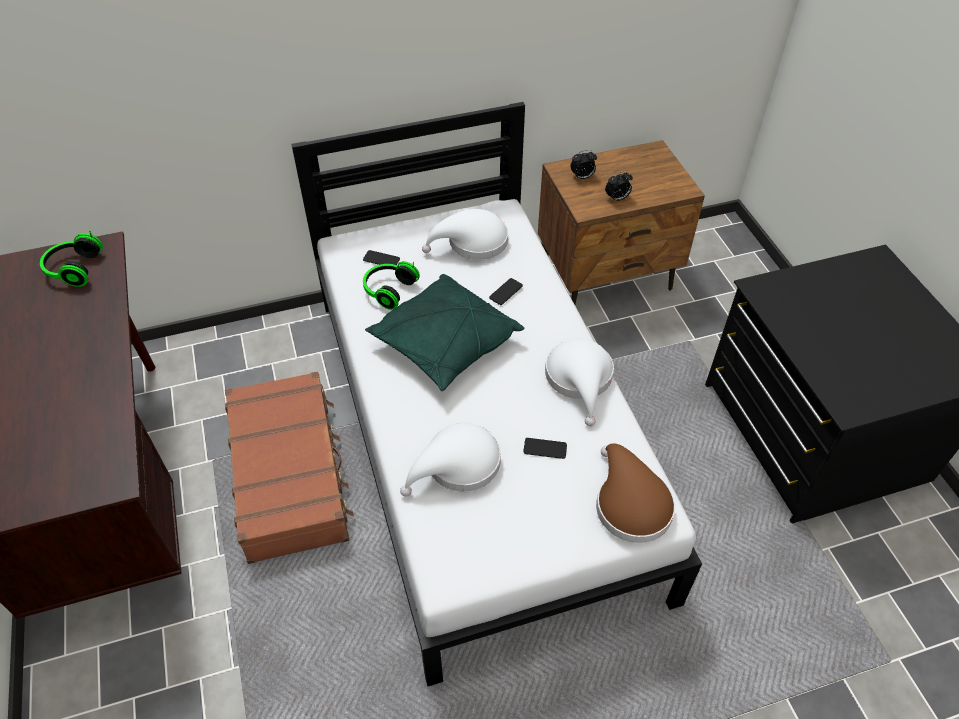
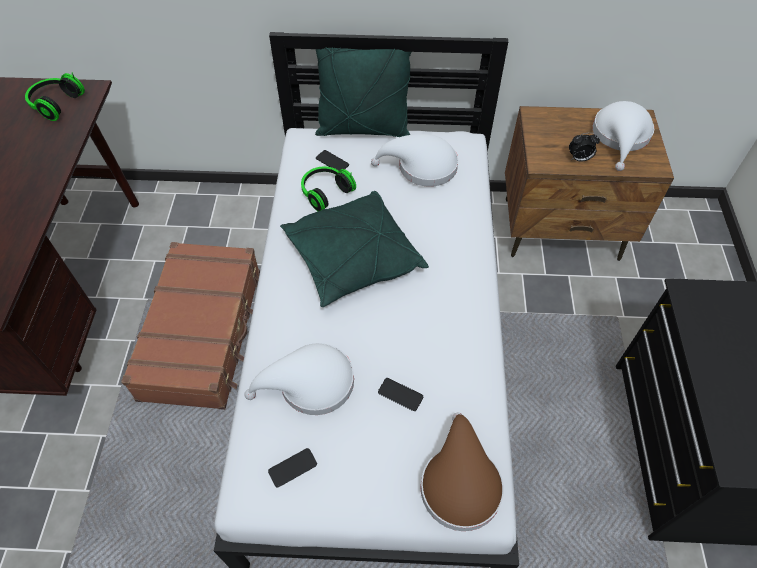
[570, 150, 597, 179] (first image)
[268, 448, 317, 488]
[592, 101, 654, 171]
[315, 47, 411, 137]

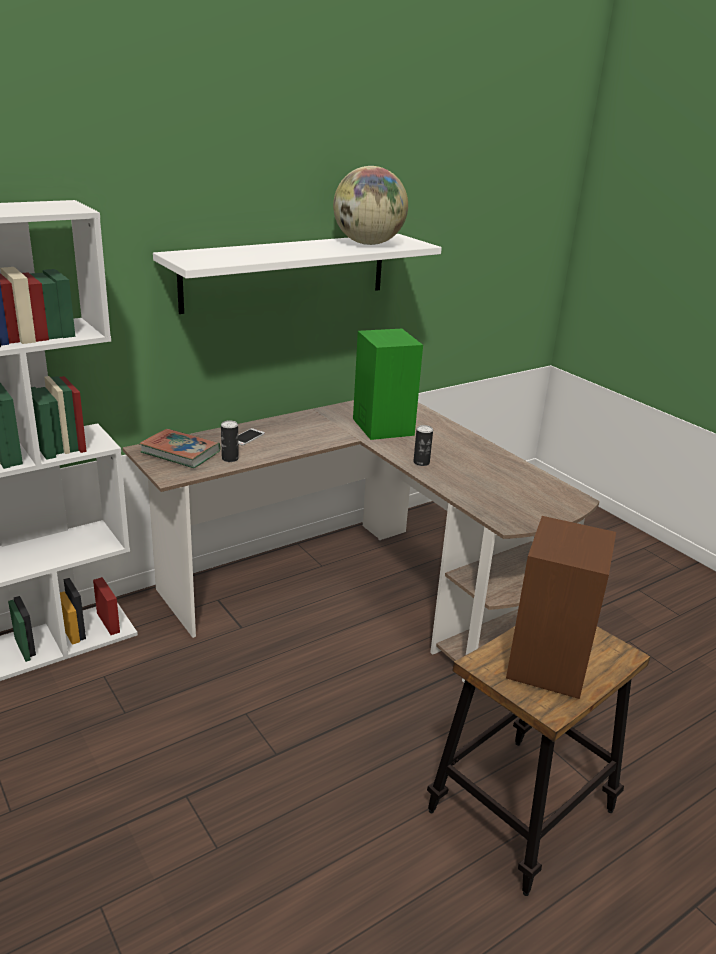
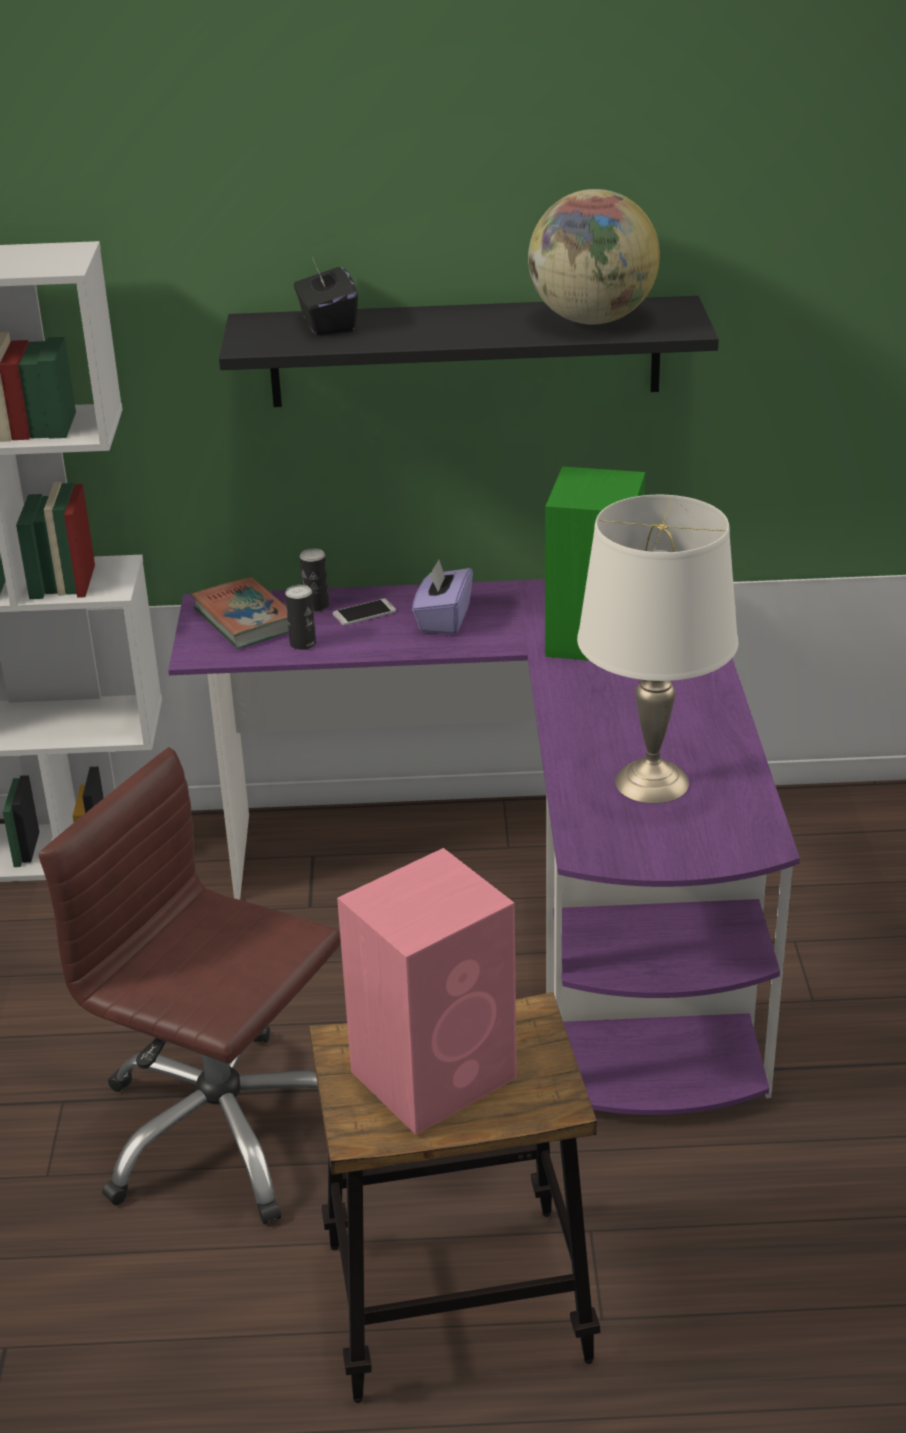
[219, 296, 719, 407]
[168, 579, 800, 1115]
[300, 548, 329, 612]
[337, 848, 517, 1135]
[294, 257, 358, 336]
[577, 495, 739, 803]
[412, 559, 473, 635]
[39, 747, 341, 1225]

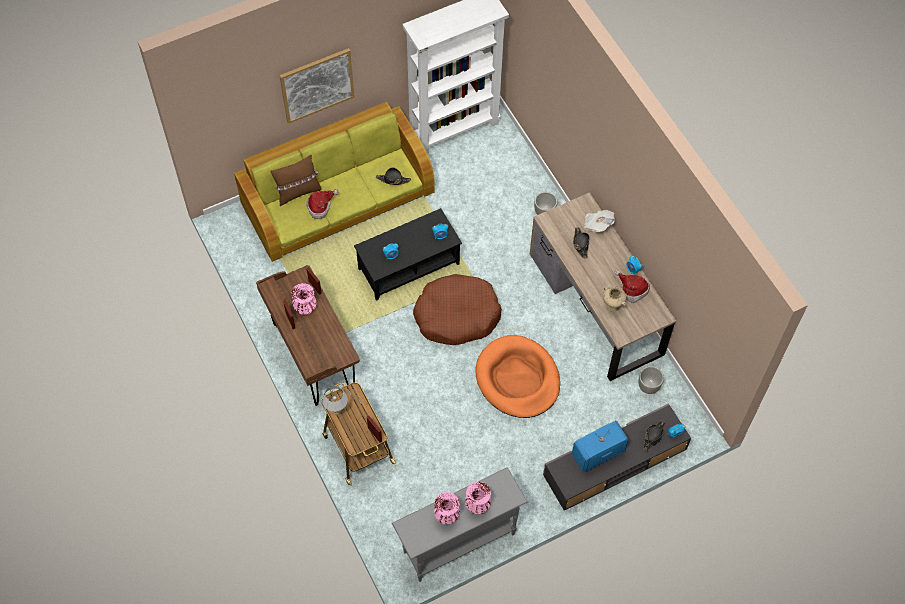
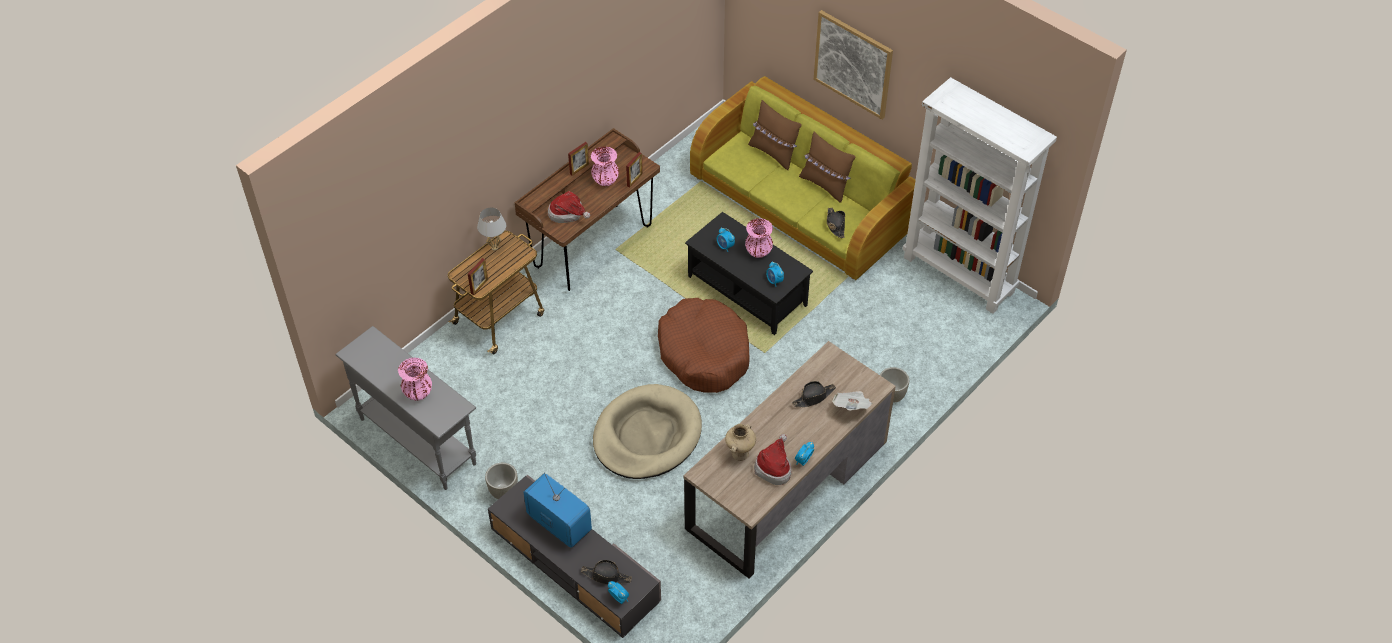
[548, 191, 590, 223]
[593, 384, 702, 479]
[485, 463, 518, 499]
[745, 218, 773, 258]
[799, 131, 855, 203]

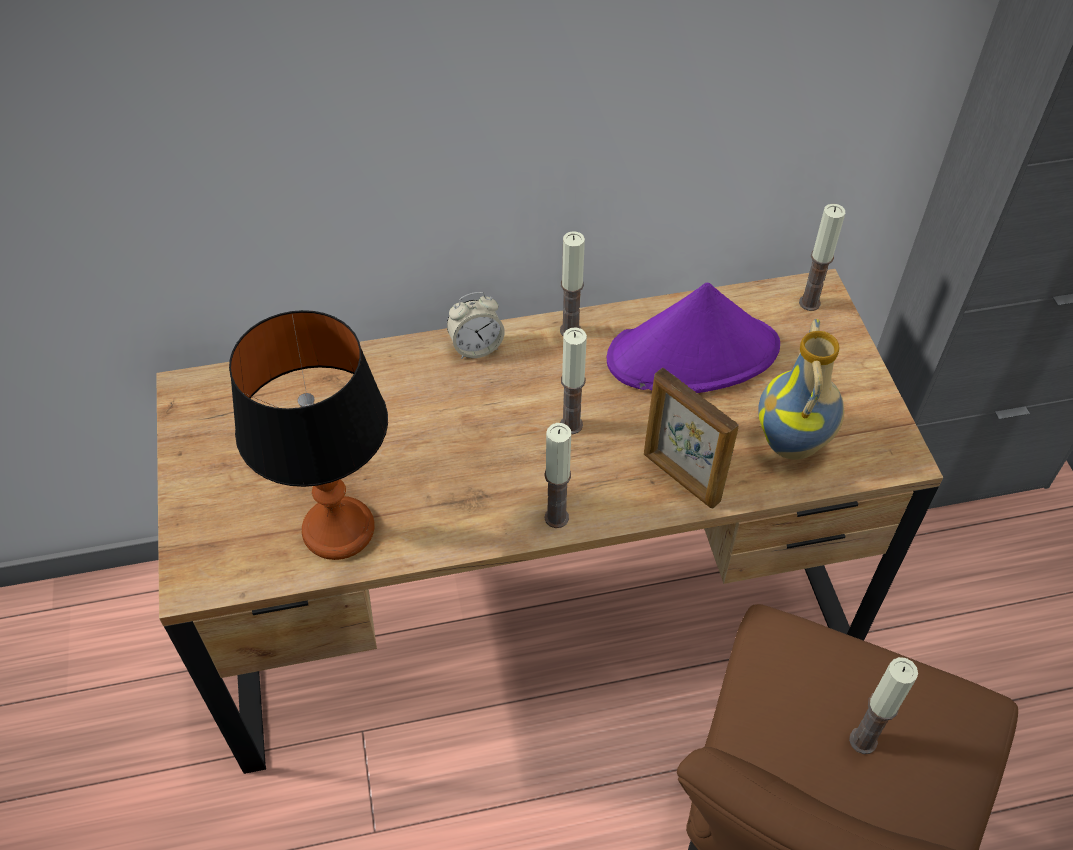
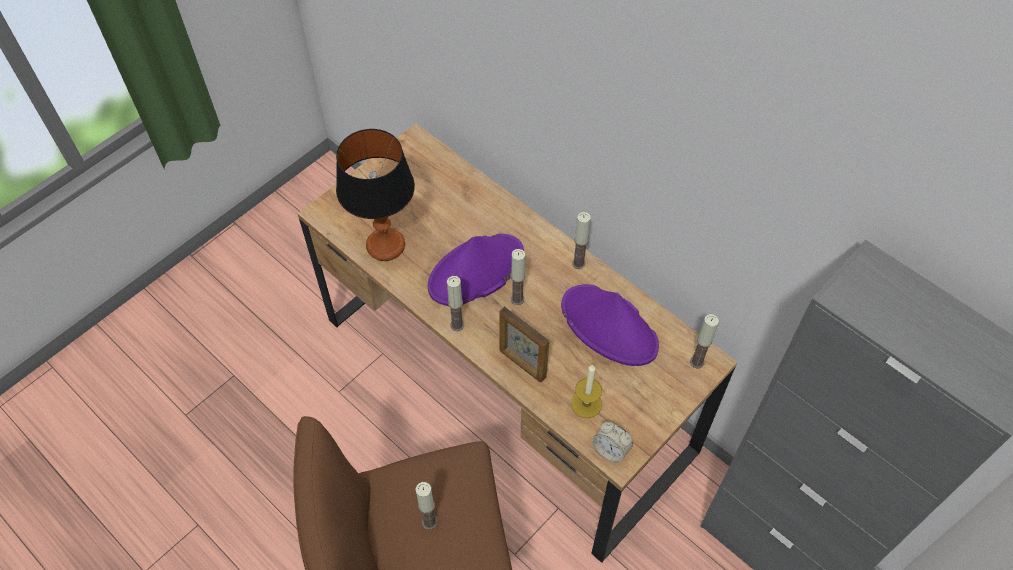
[592, 422, 633, 463]
[571, 364, 602, 418]
[499, 306, 549, 382]
[428, 233, 524, 306]

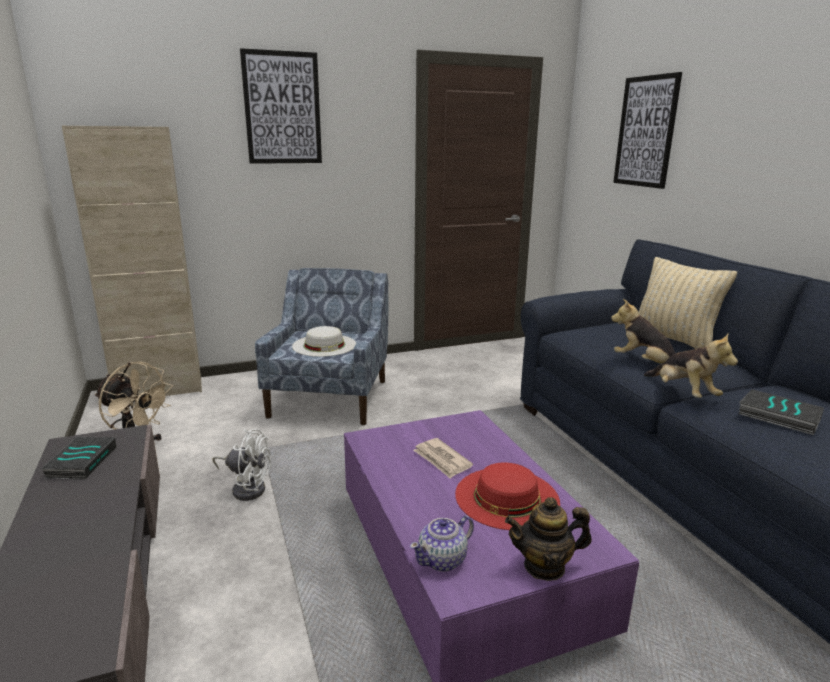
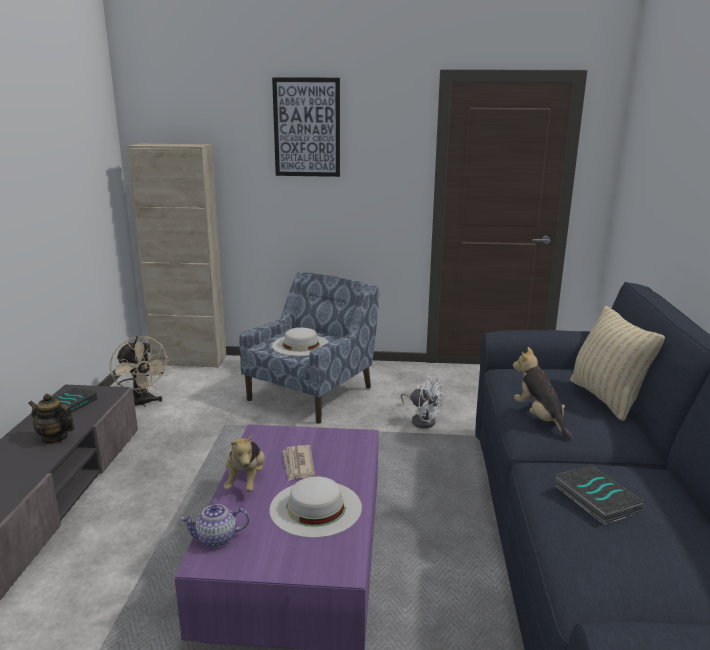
[613, 72, 682, 189] (first image)
[224, 433, 265, 492]
[401, 376, 443, 428]
[270, 476, 362, 538]
[28, 394, 75, 444]

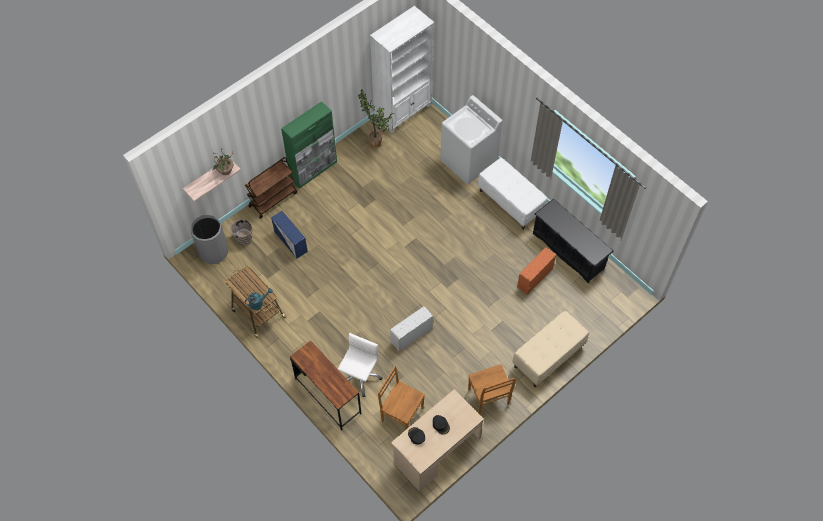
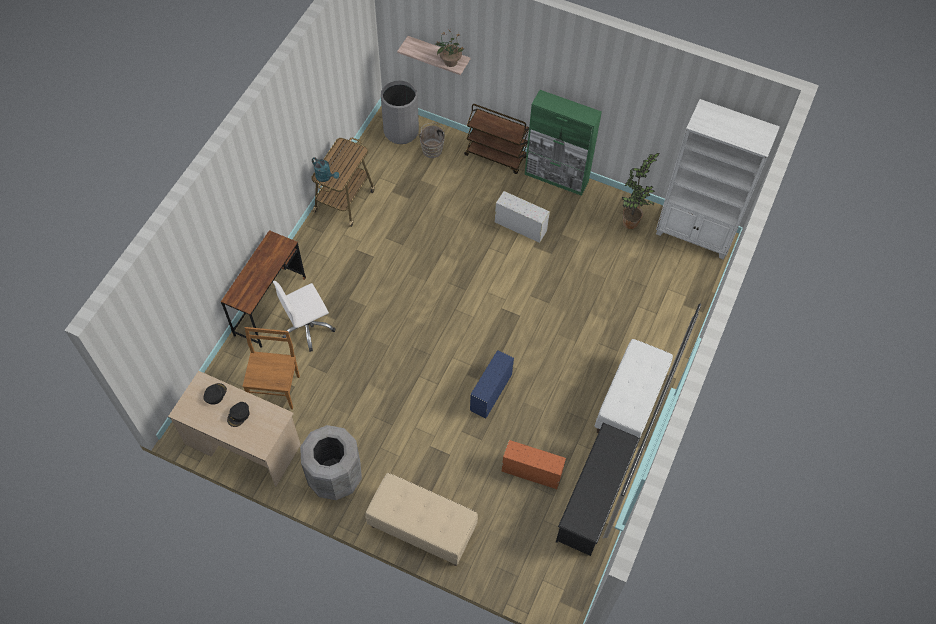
[440, 95, 502, 184] (first image)
[470, 350, 514, 418]
[495, 191, 550, 243]
[273, 281, 336, 352]
[300, 425, 362, 500]

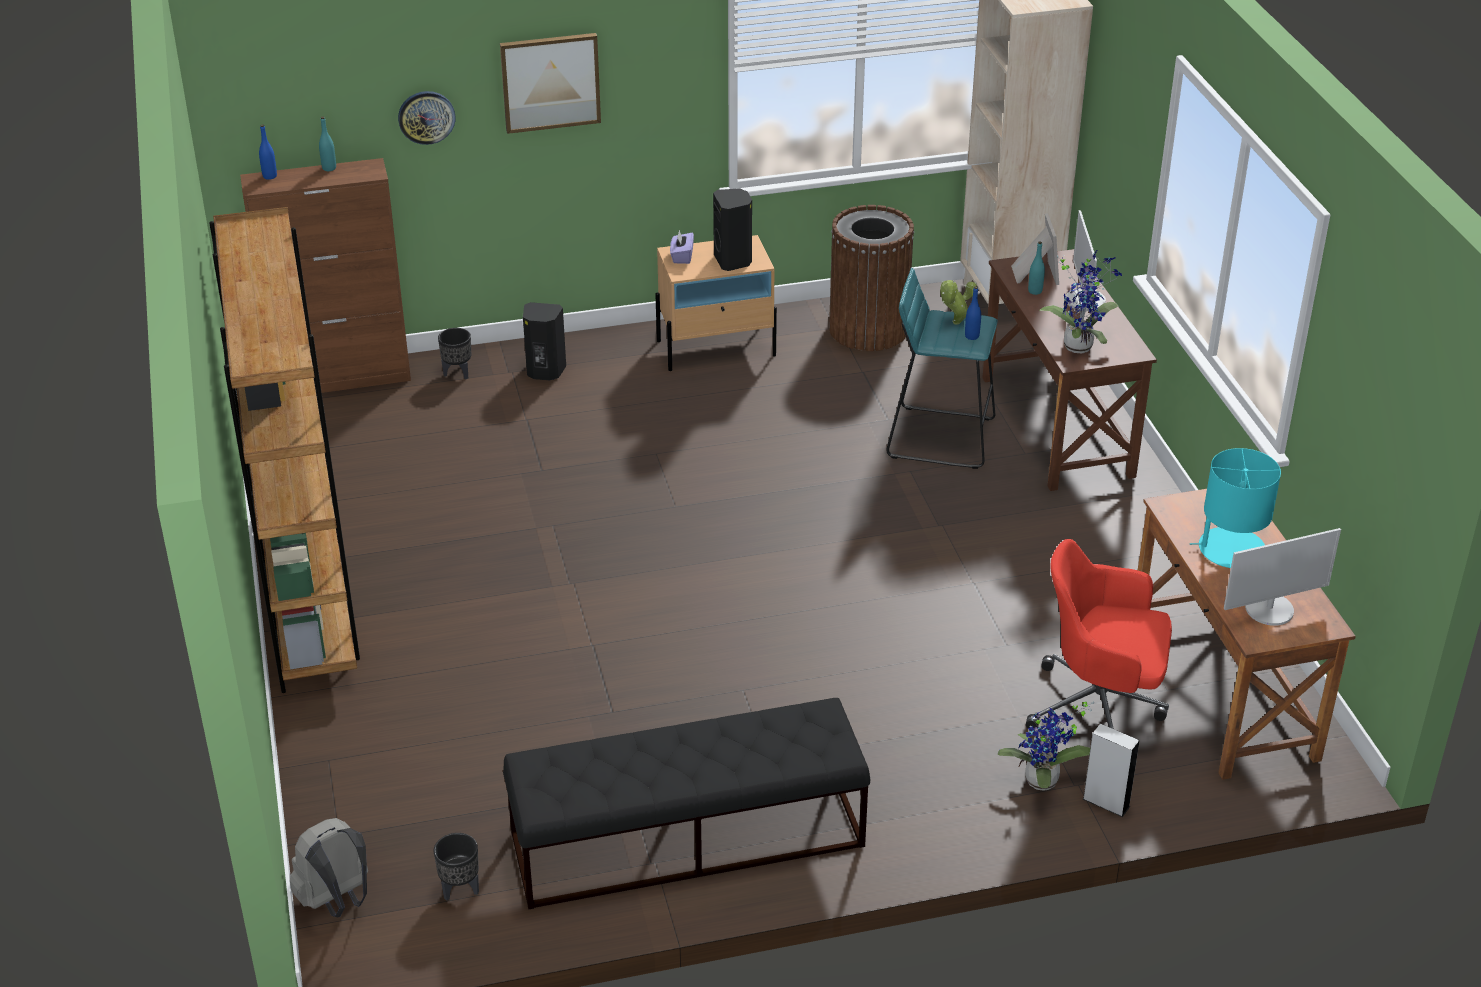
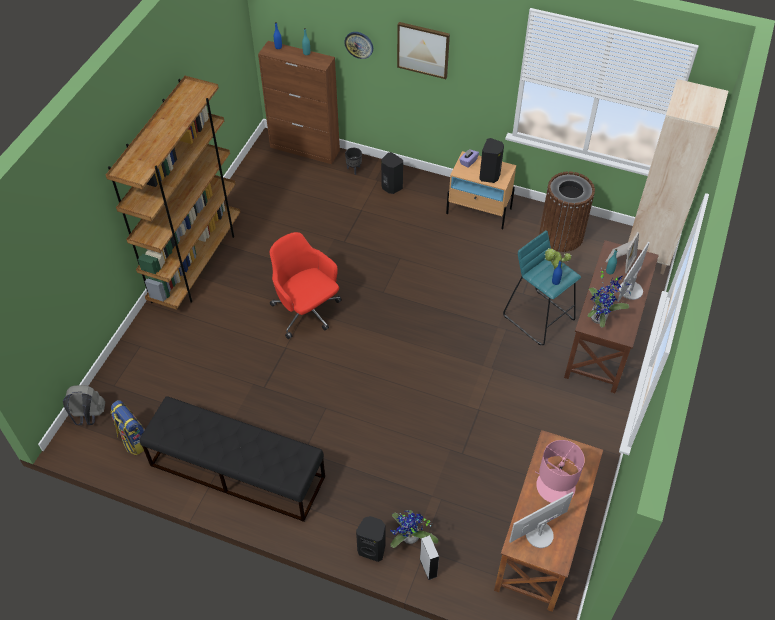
[535, 440, 585, 503]
[509, 492, 573, 548]
[270, 232, 342, 339]
[110, 400, 145, 455]
[356, 516, 385, 562]

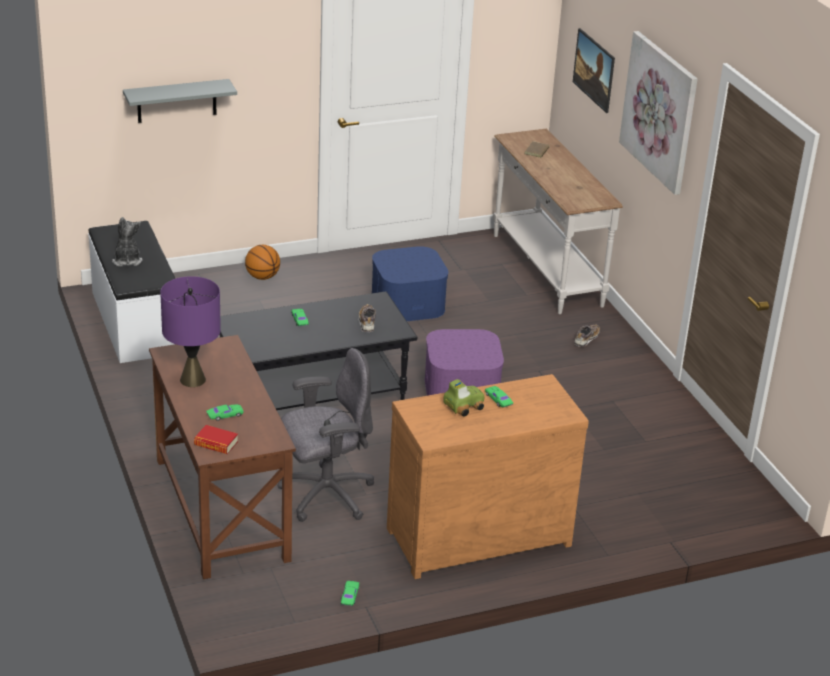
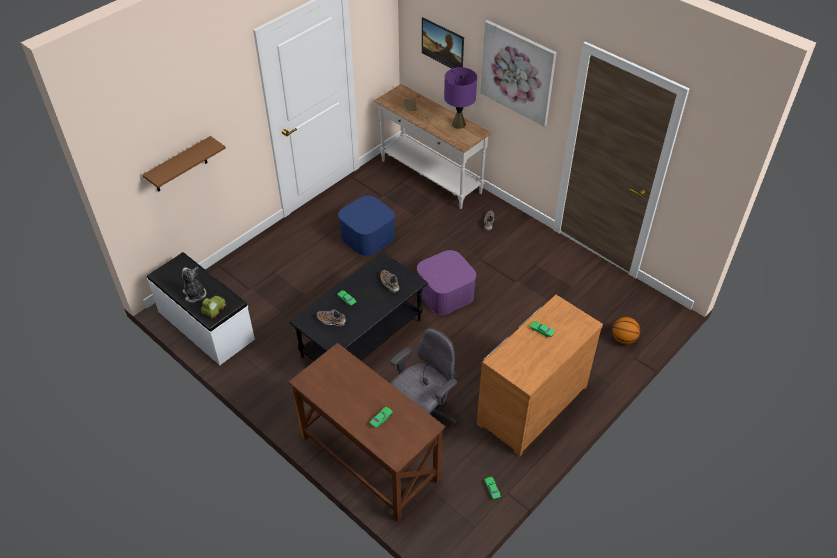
[143, 136, 226, 192]
[612, 317, 640, 344]
[444, 67, 477, 129]
[201, 296, 227, 319]
[194, 425, 238, 454] (first image)
[317, 309, 346, 326]

